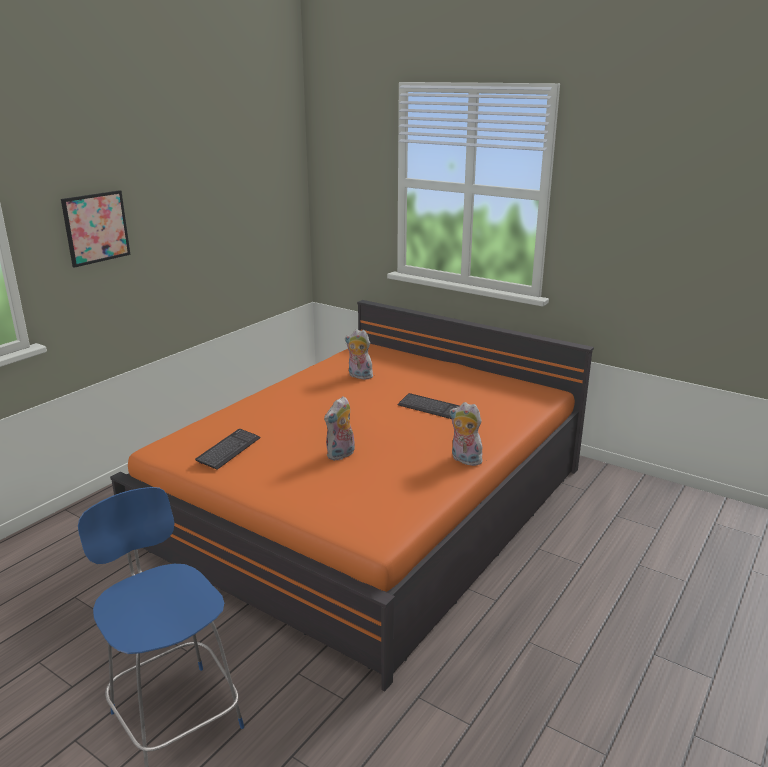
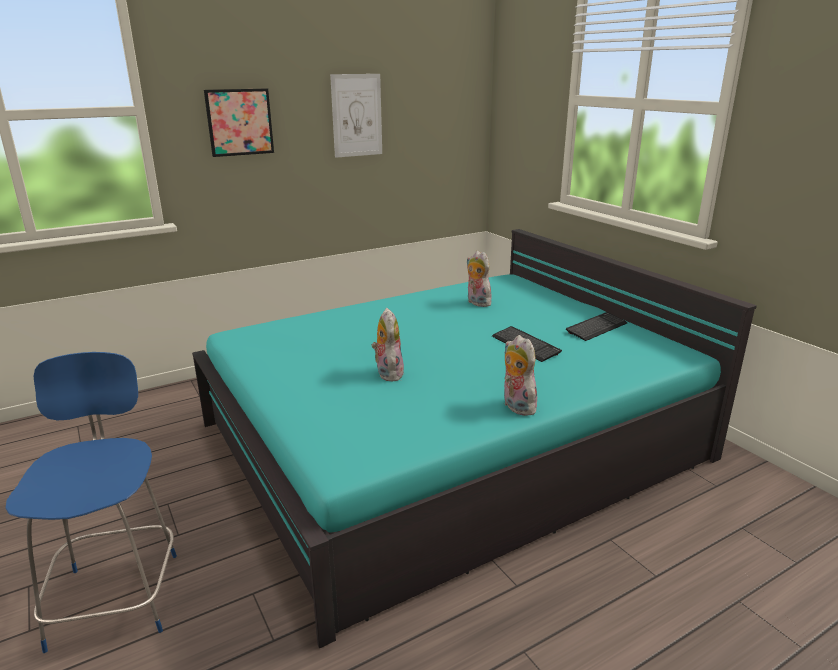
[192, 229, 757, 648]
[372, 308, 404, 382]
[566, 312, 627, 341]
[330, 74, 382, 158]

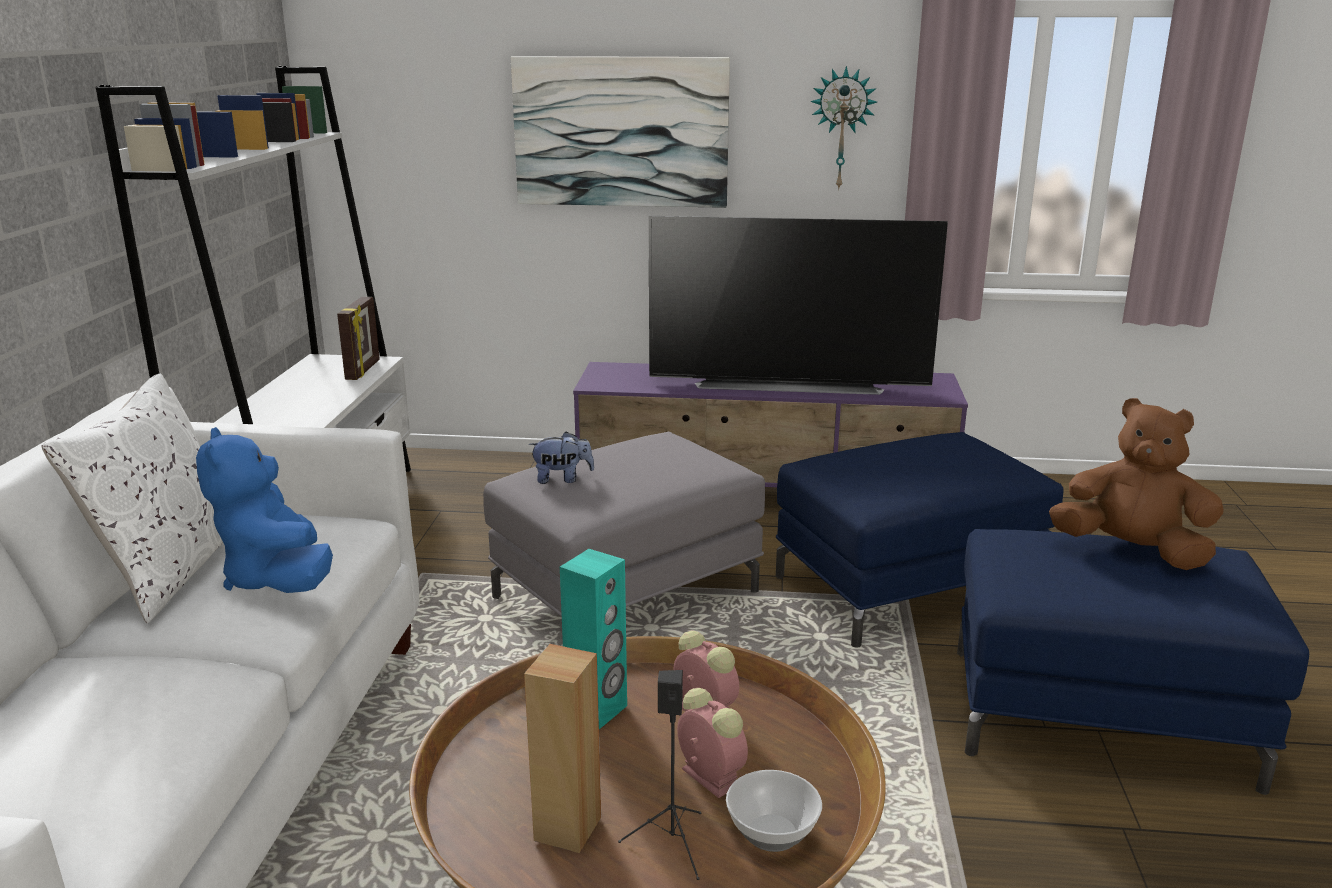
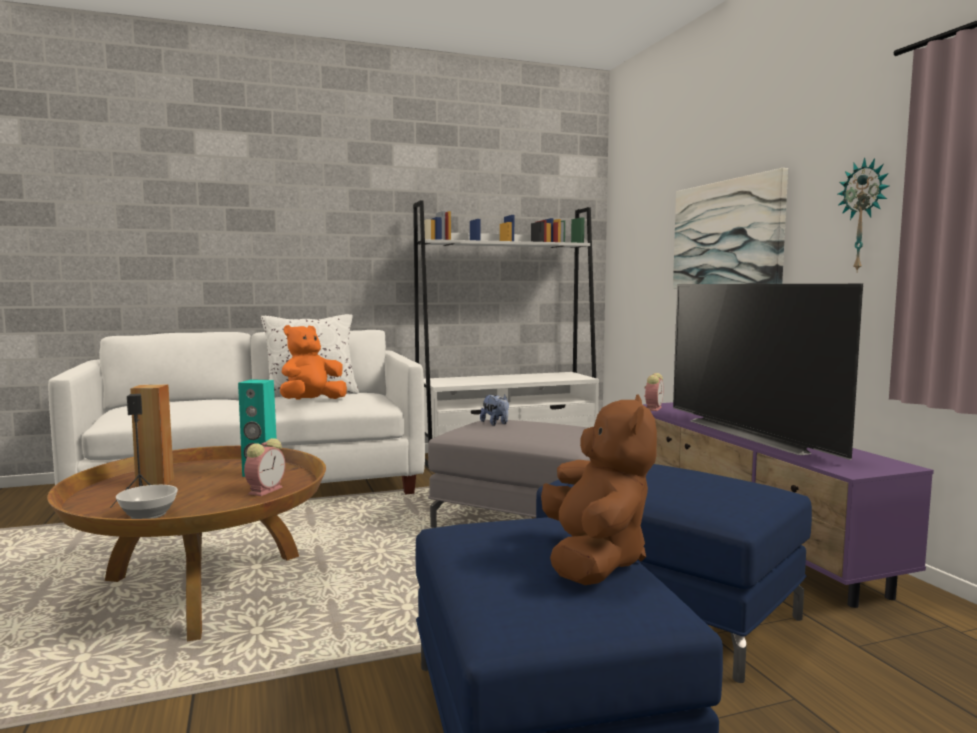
[337, 297, 380, 380] (first image)
[280, 325, 347, 400]
[644, 373, 664, 411]

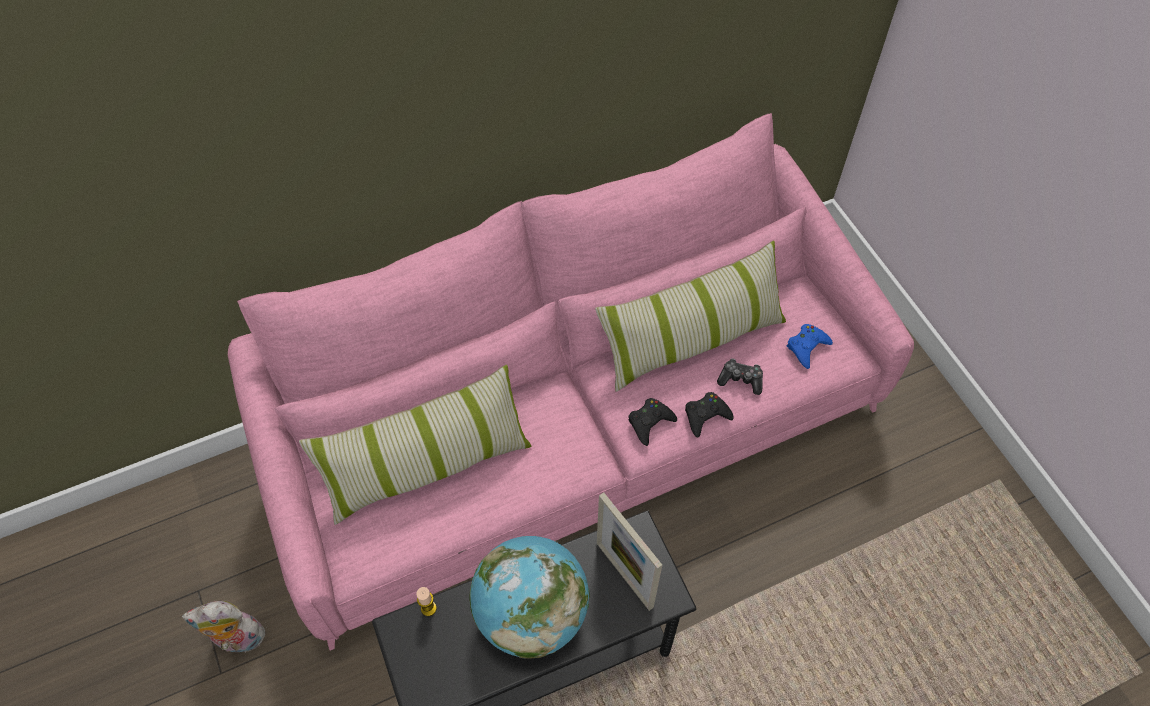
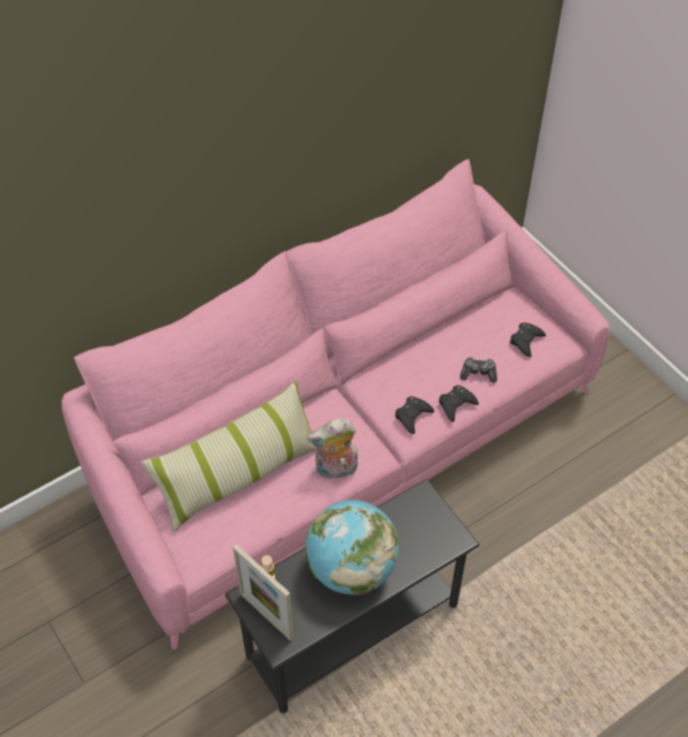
[595, 240, 786, 392] (first image)
[510, 322, 546, 357]
[233, 544, 294, 641]
[307, 418, 358, 479]

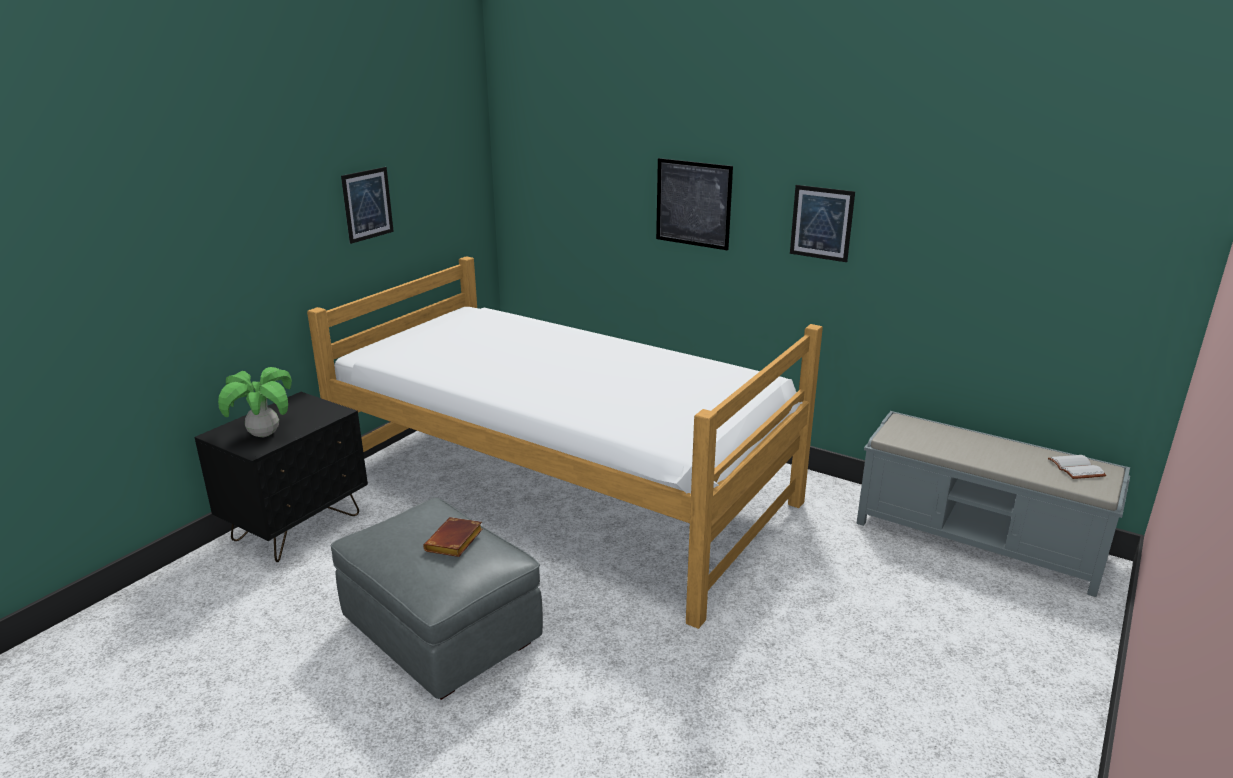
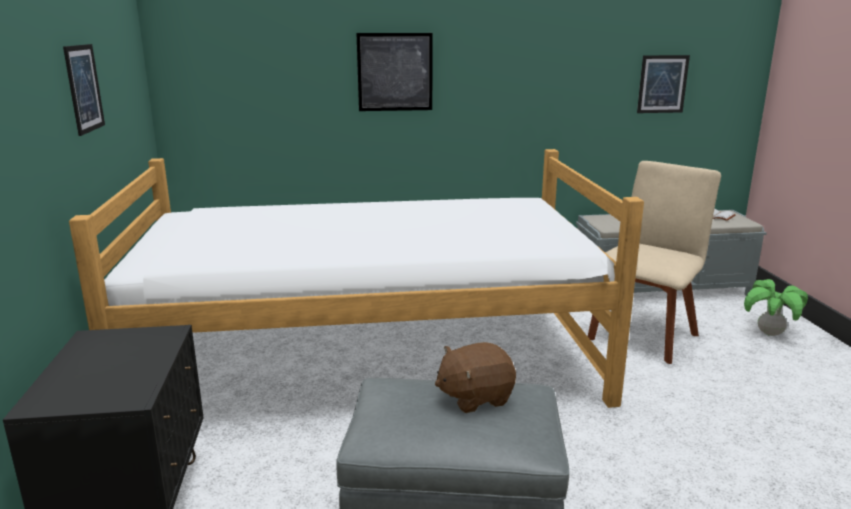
[637, 55, 690, 113]
[744, 279, 808, 336]
[435, 342, 516, 413]
[588, 161, 721, 364]

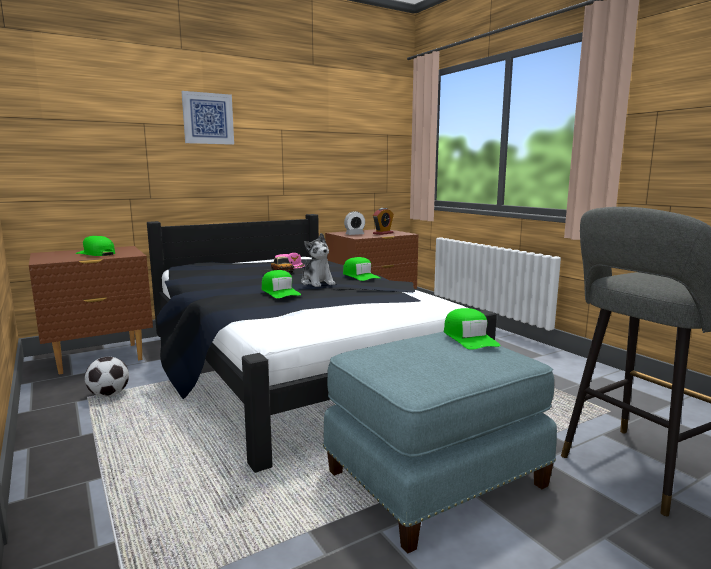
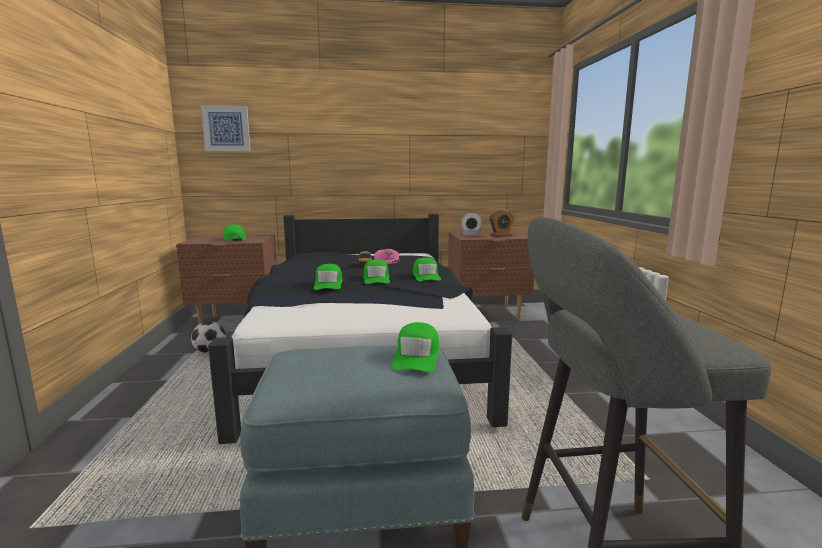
[201, 105, 251, 151]
[363, 259, 390, 284]

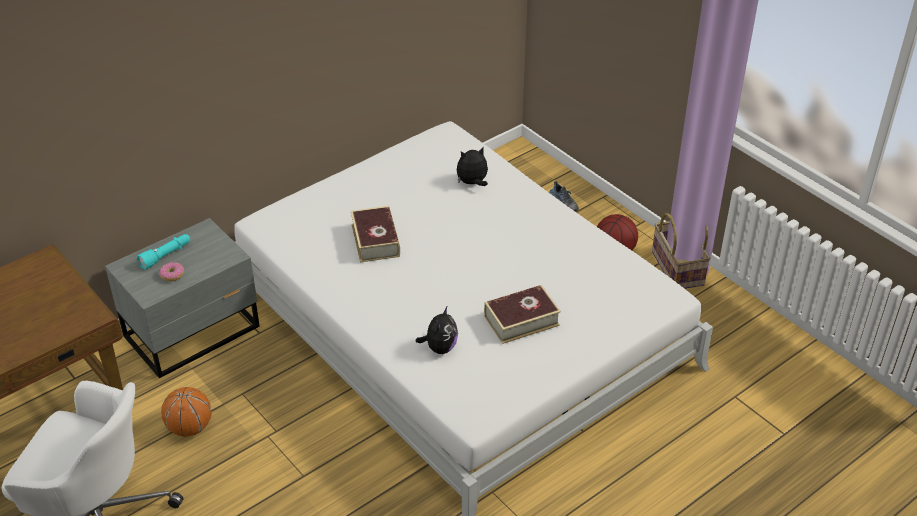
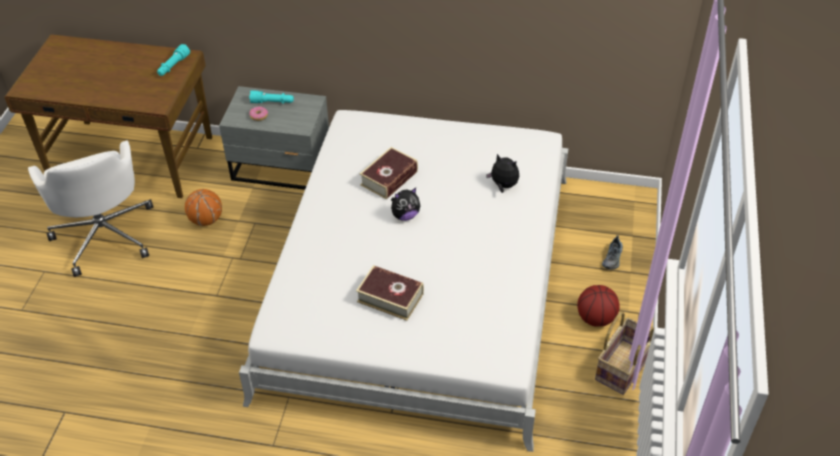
[391, 188, 420, 221]
[157, 44, 190, 76]

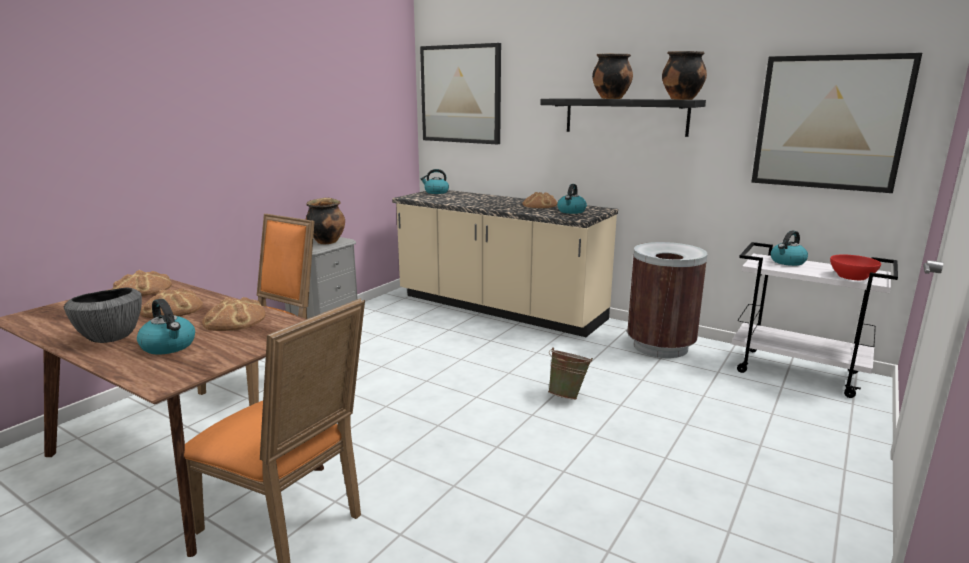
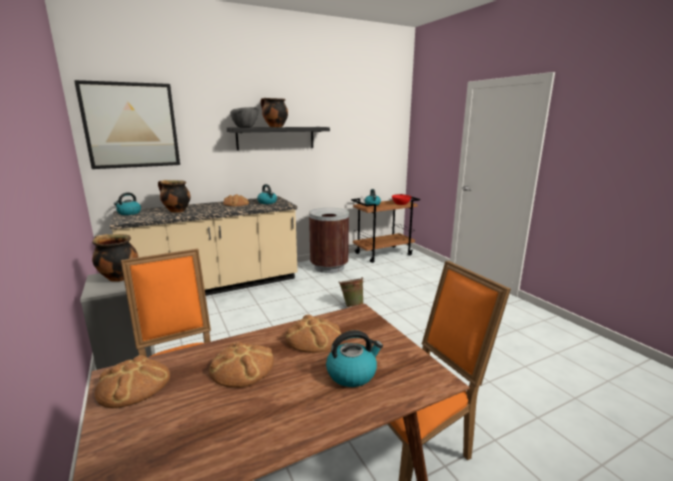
[158, 180, 190, 213]
[751, 53, 922, 193] (first image)
[351, 194, 420, 263]
[230, 107, 258, 128]

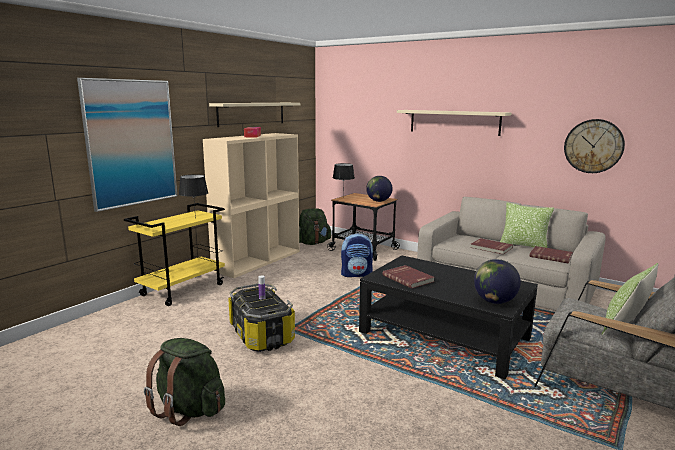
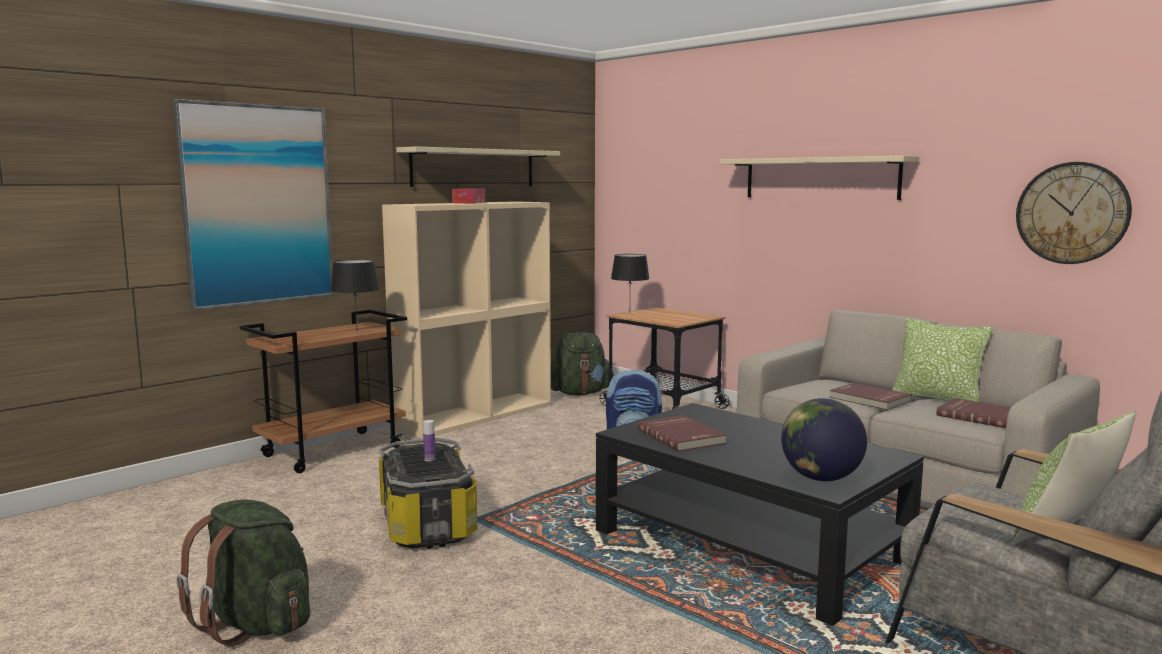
[366, 176, 393, 202] (first image)
[239, 310, 407, 473]

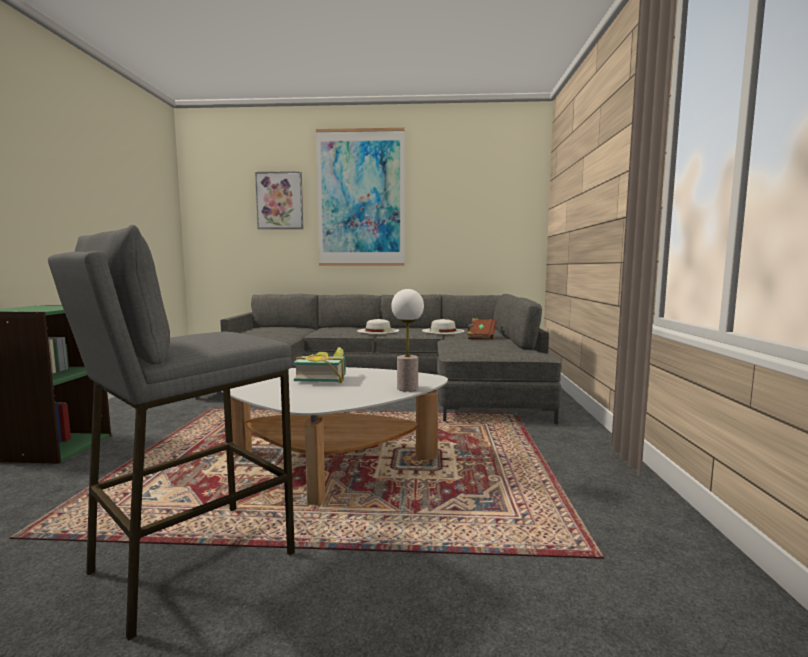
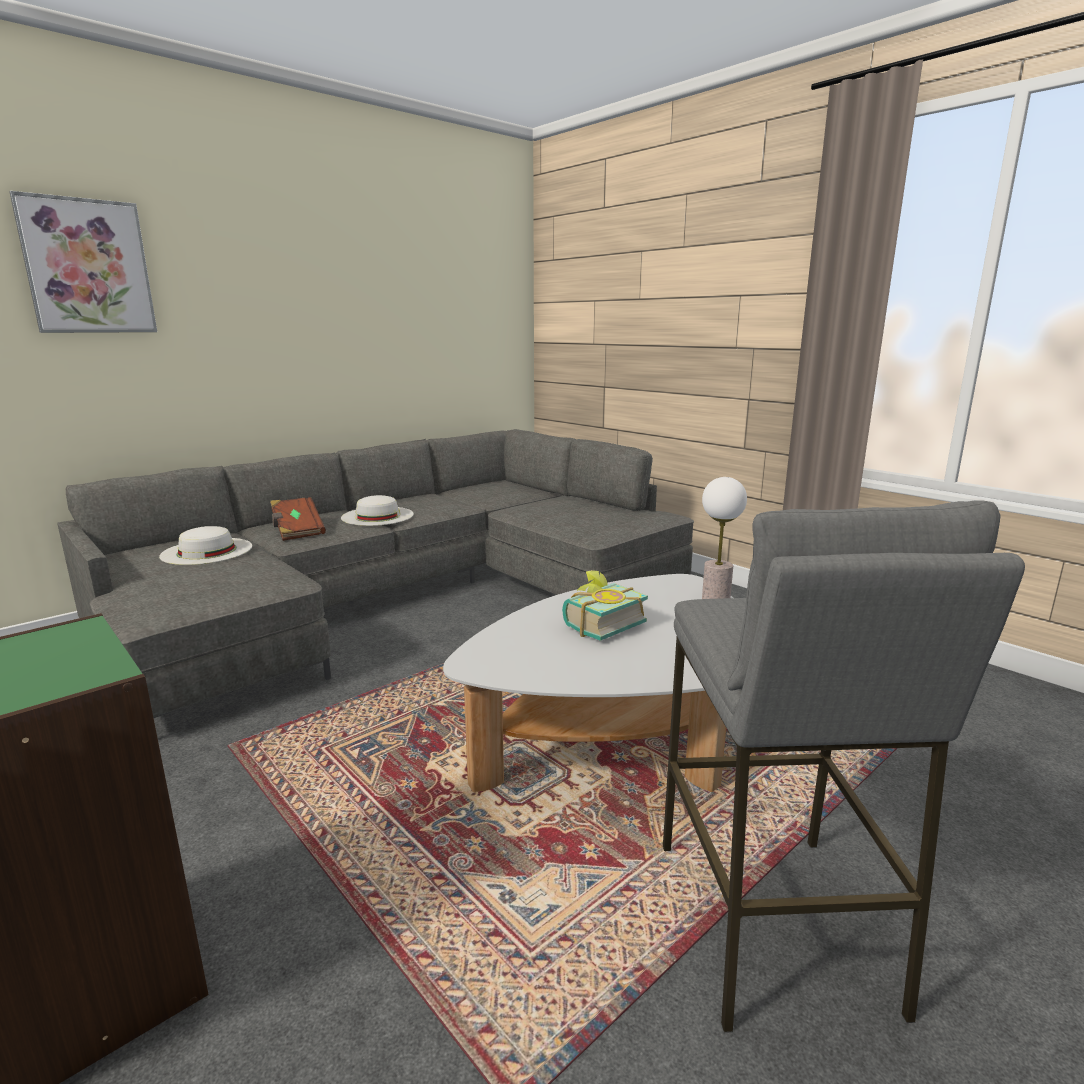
[316, 128, 404, 266] (first image)
[270, 497, 326, 541]
[159, 526, 252, 565]

